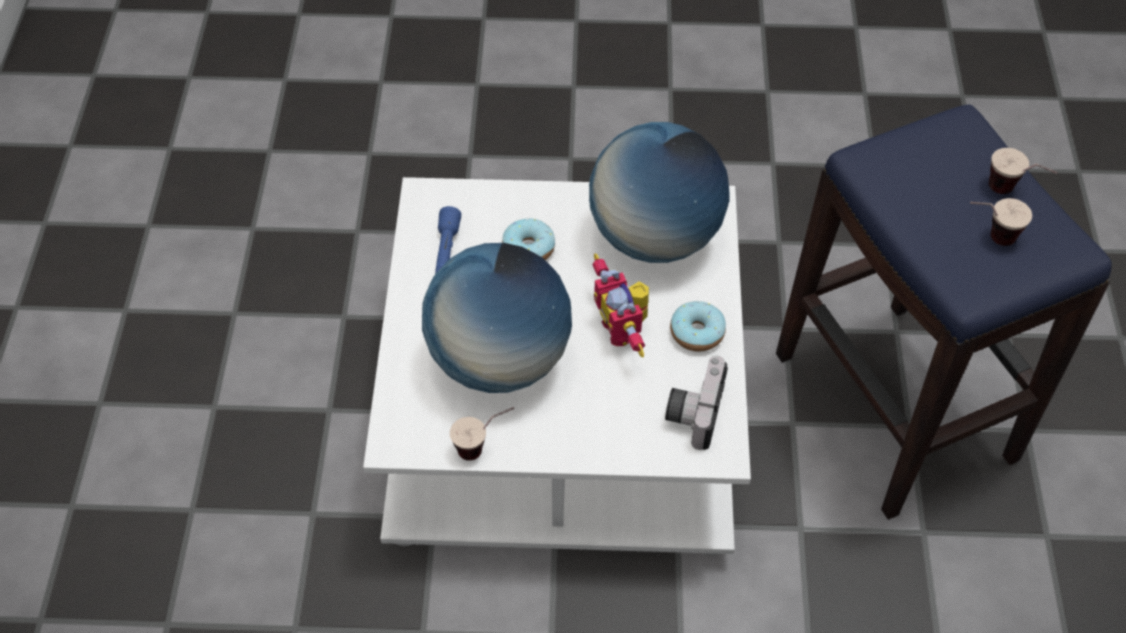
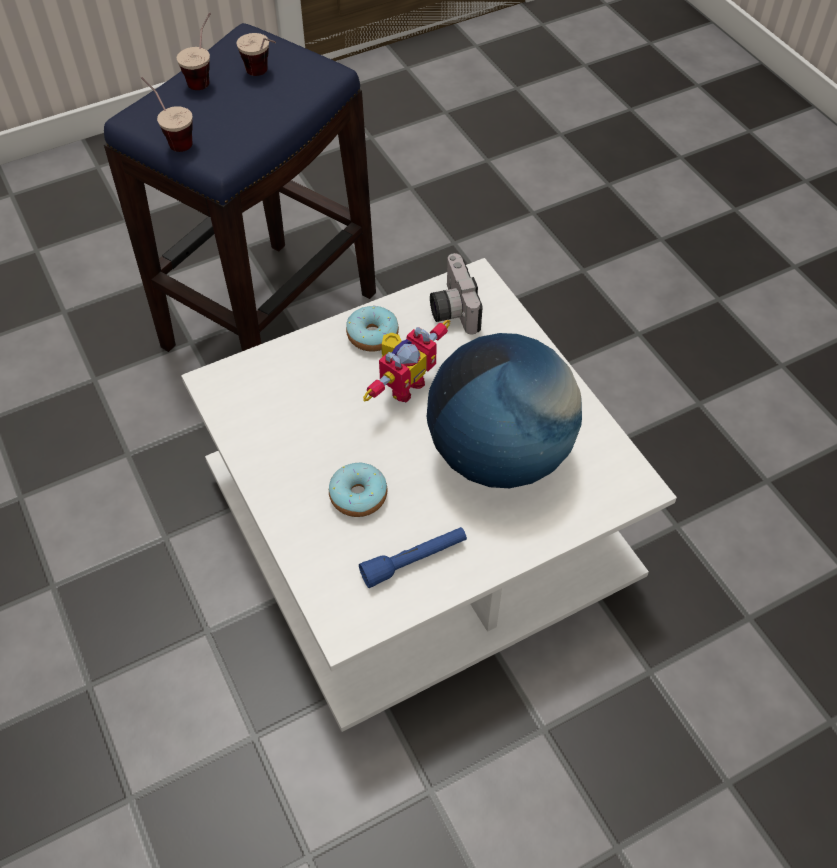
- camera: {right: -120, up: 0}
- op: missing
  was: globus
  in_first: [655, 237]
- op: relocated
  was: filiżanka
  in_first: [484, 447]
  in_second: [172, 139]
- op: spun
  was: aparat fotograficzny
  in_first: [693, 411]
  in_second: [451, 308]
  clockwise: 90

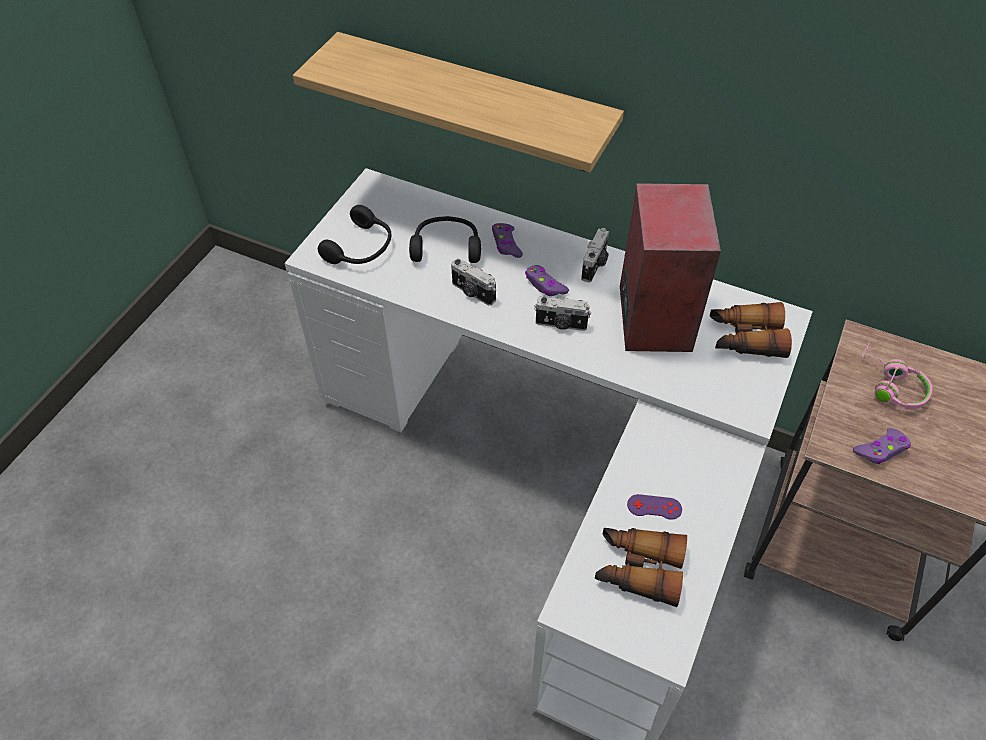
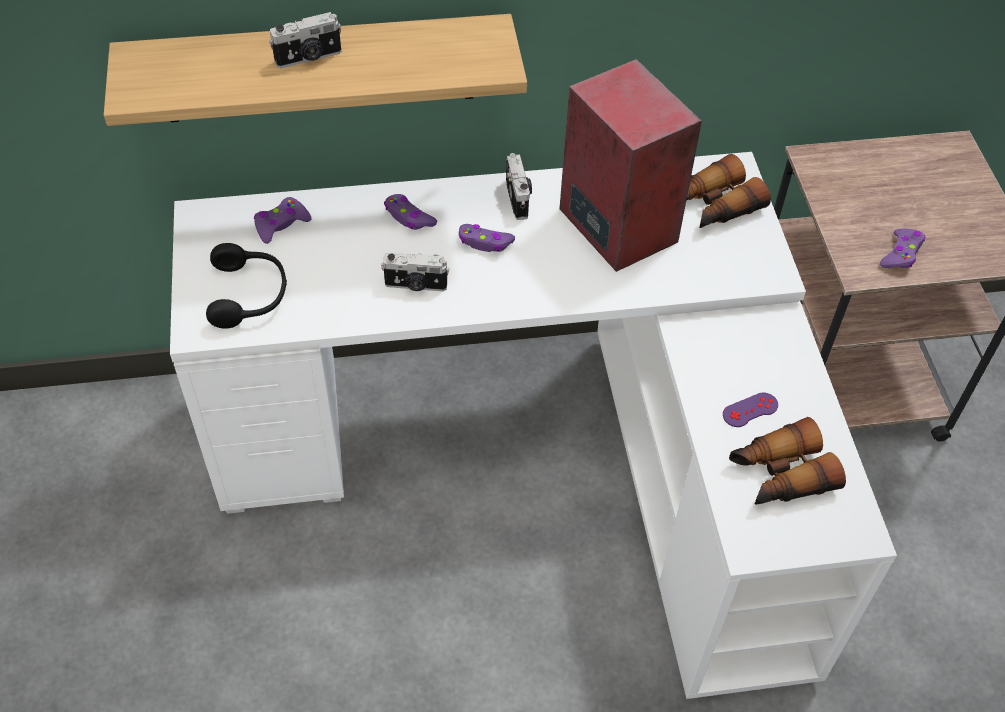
- camera: {right: -35, up: 0}
- op: missing
  was: słuchawki/czarny
  in_first: [446, 247]
- op: missing
  was: słuchawki/różowy
  in_first: [890, 385]
- op: appeared
  now: pad do gier/fioletowy
  in_second: [281, 224]
- op: relocated
  was: aparat fotograficzny
  in_first: [561, 324]
  in_second: [309, 58]

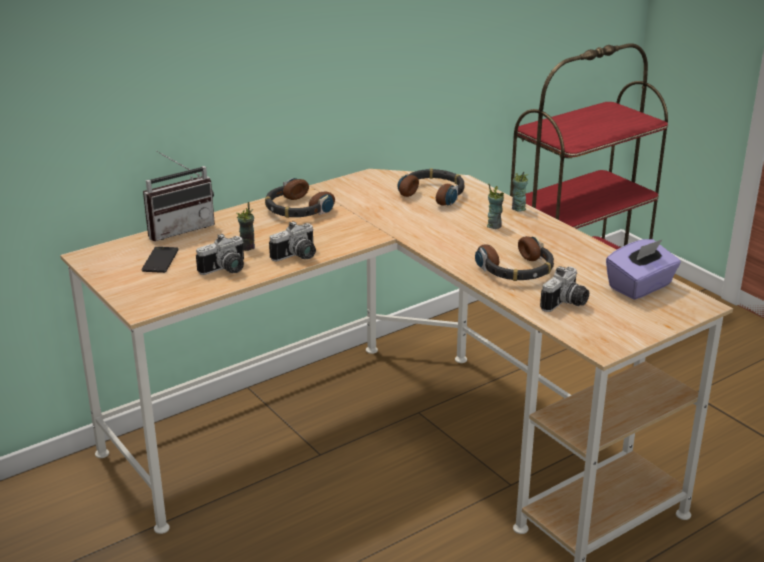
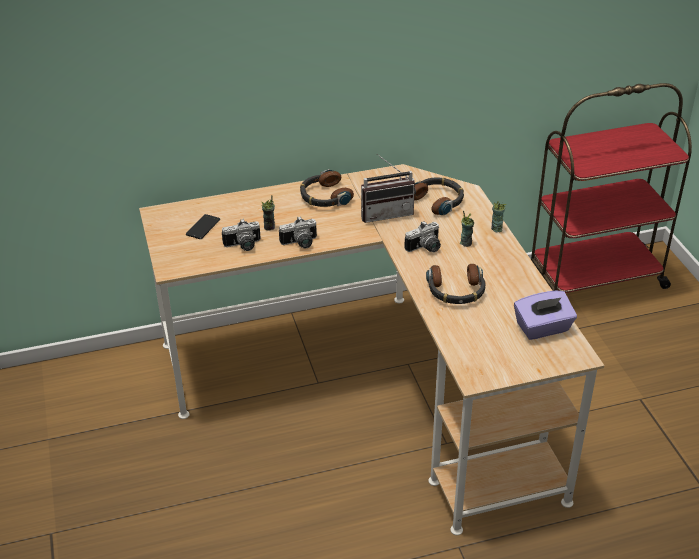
- camera: {right: 20, up: 10}
- op: relocated
  was: radio
  in_first: [179, 229]
  in_second: [386, 213]
- op: relocated
  was: aparat fotograficzny
  in_first: [566, 304]
  in_second: [425, 248]

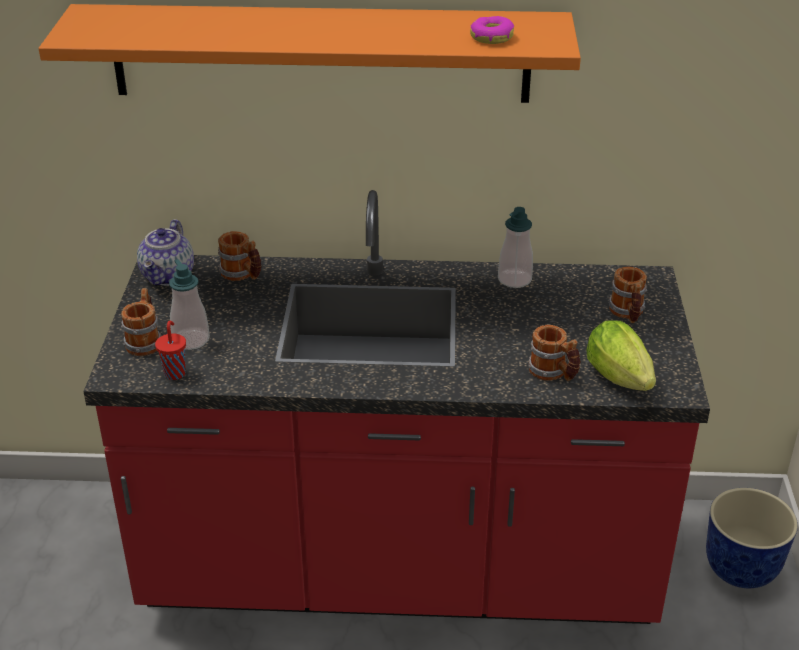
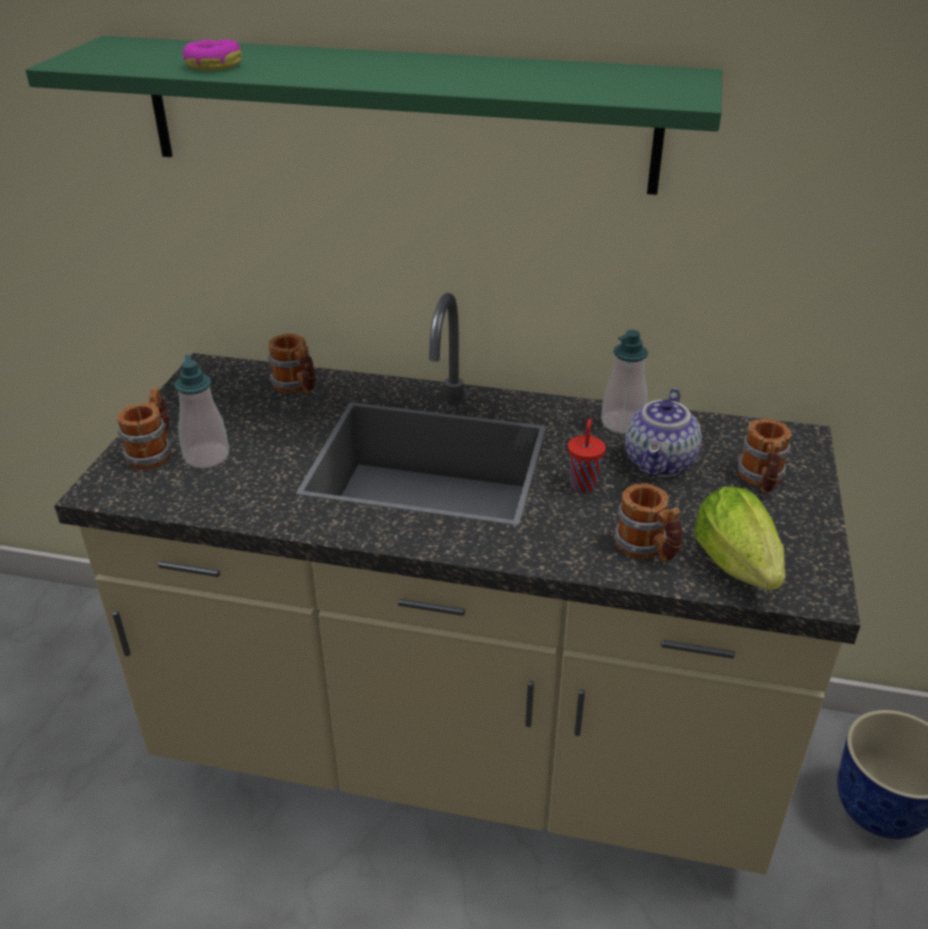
- camera: {right: 10, up: 0}
- op: relocated
  was: imbryk
  in_first: [169, 276]
  in_second: [661, 463]
- op: relocated
  was: filiżanka/czerwony
  in_first: [175, 373]
  in_second: [583, 484]
- op: relocated
  was: donut
  in_first: [491, 37]
  in_second: [213, 65]
- op: colour
  was: półka/pomarańczowy
  now: półka/zielony
  in_first: [321, 53]
  in_second: [396, 114]
- op: colour
  was: zabudowa kuchenna/czerwony
  now: zabudowa kuchenna/beżowy
  in_first: [399, 569]
  in_second: [464, 749]

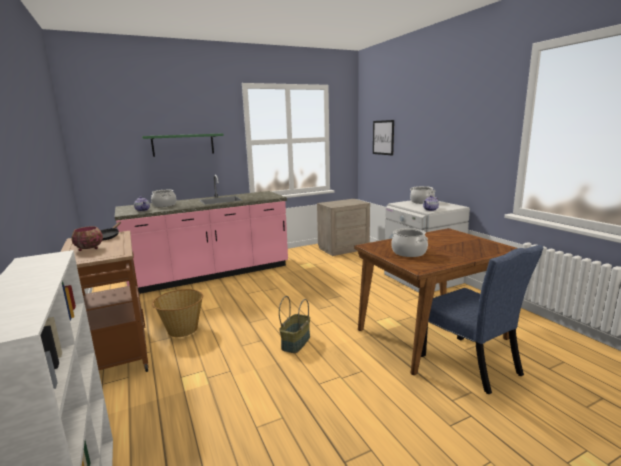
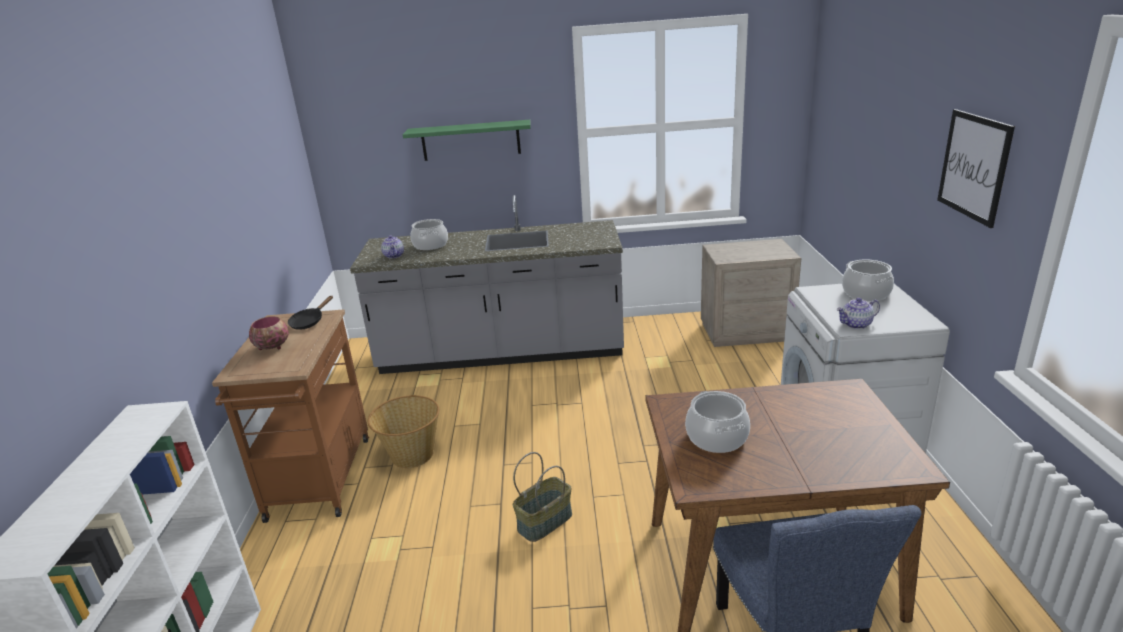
- camera: {right: 25, up: 10}
- op: relocated
  was: obraz
  in_first: [383, 137]
  in_second: [974, 166]
- op: colour
  was: zabudowa kuchenna/różowy
  now: zabudowa kuchenna/szary
  in_first: [211, 274]
  in_second: [502, 353]

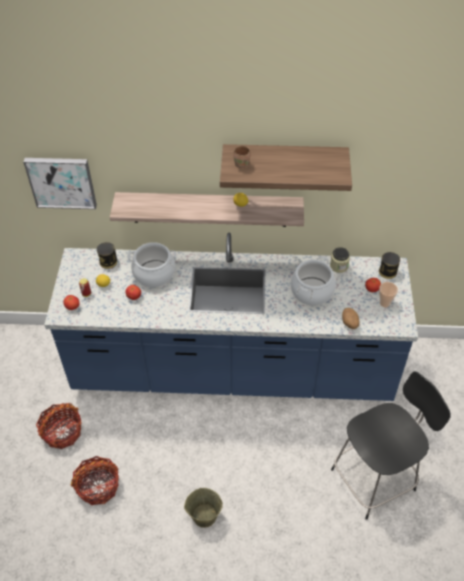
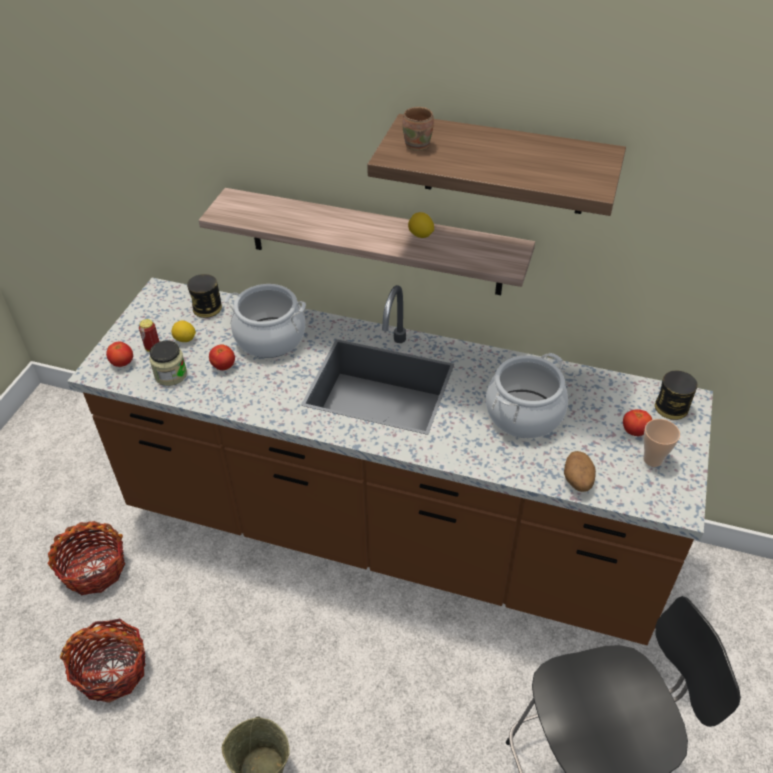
- camera: {right: 15, up: -5}
- op: missing
  was: obraz
  in_first: [61, 181]
- op: relocated
  was: słoik
  in_first: [339, 266]
  in_second: [171, 375]
- op: colour
  was: zabudowa kuchenna/niebieski
  now: zabudowa kuchenna/brązowy
  in_first: [232, 370]
  in_second: [388, 532]

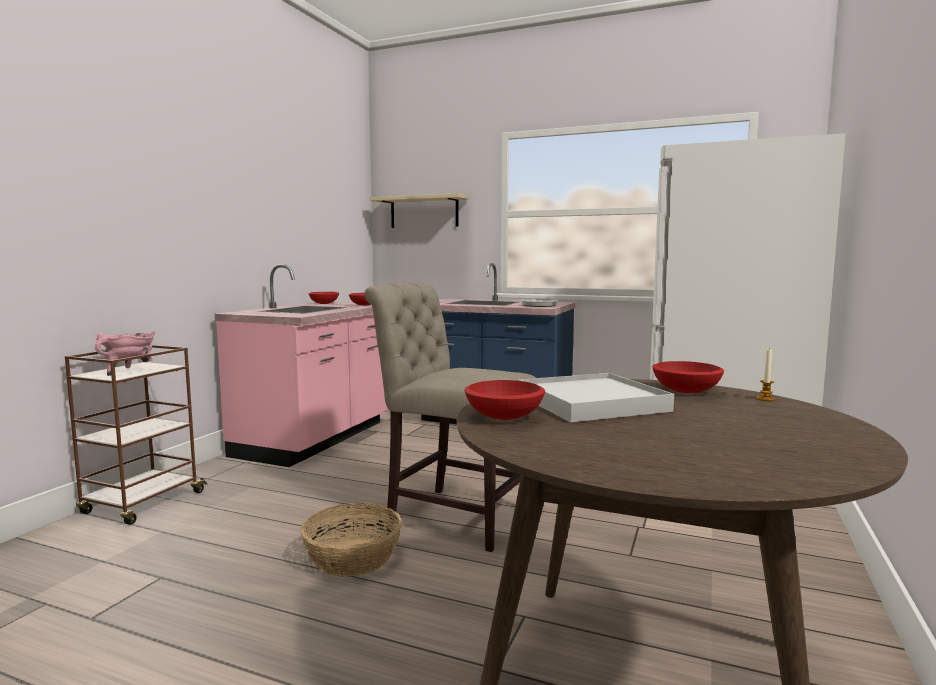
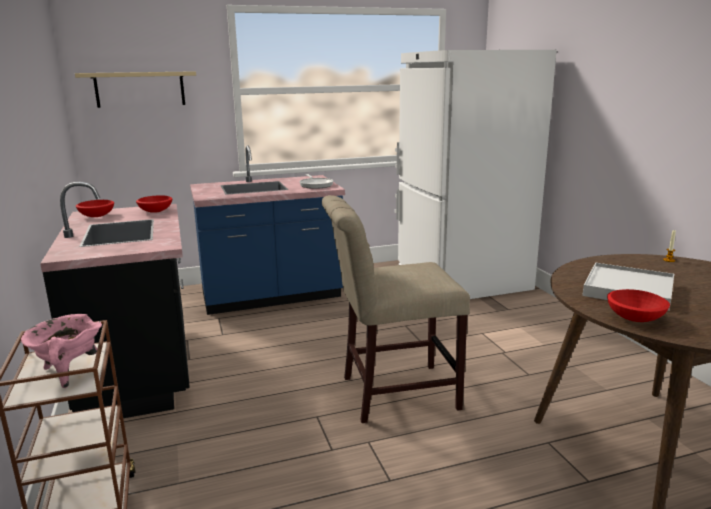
- camera: {right: -40, up: 10}
- op: missing
  was: koszyk
  in_first: [353, 558]
- op: missing
  was: miska/czerwony
  in_first: [685, 391]
- op: colour
  was: zabudowa kuchenna/różowy
  now: zabudowa kuchenna/czarny
  in_first: [317, 439]
  in_second: [141, 368]

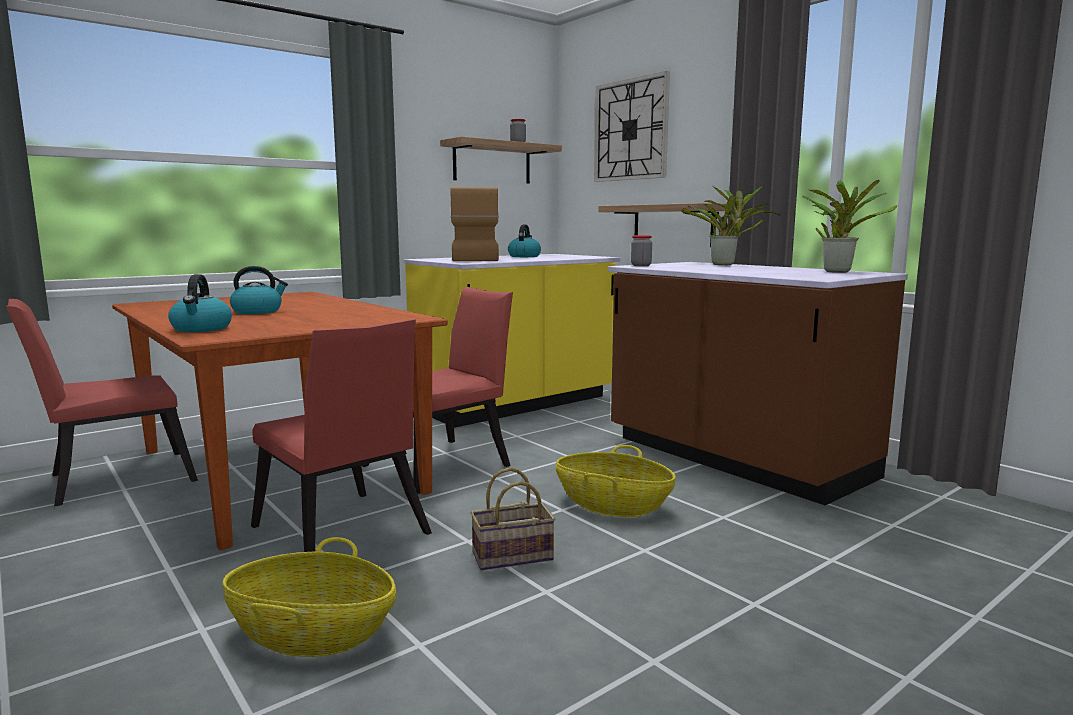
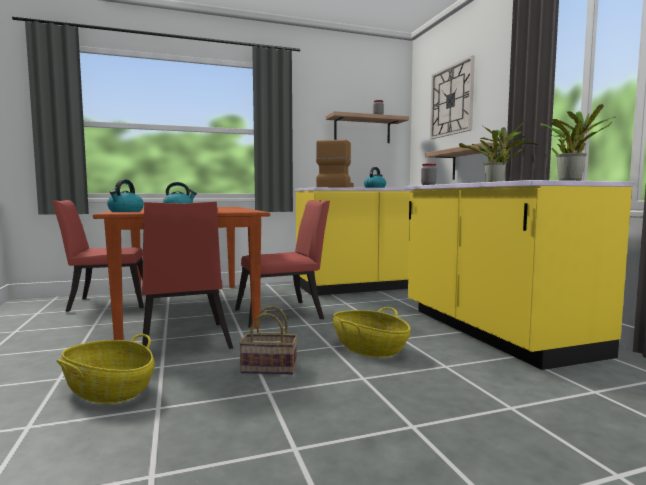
- camera: {right: 20, up: -5}
- op: colour
  was: zabudowa kuchenna/brązowy
  now: zabudowa kuchenna/żółty
  in_first: [735, 458]
  in_second: [493, 331]

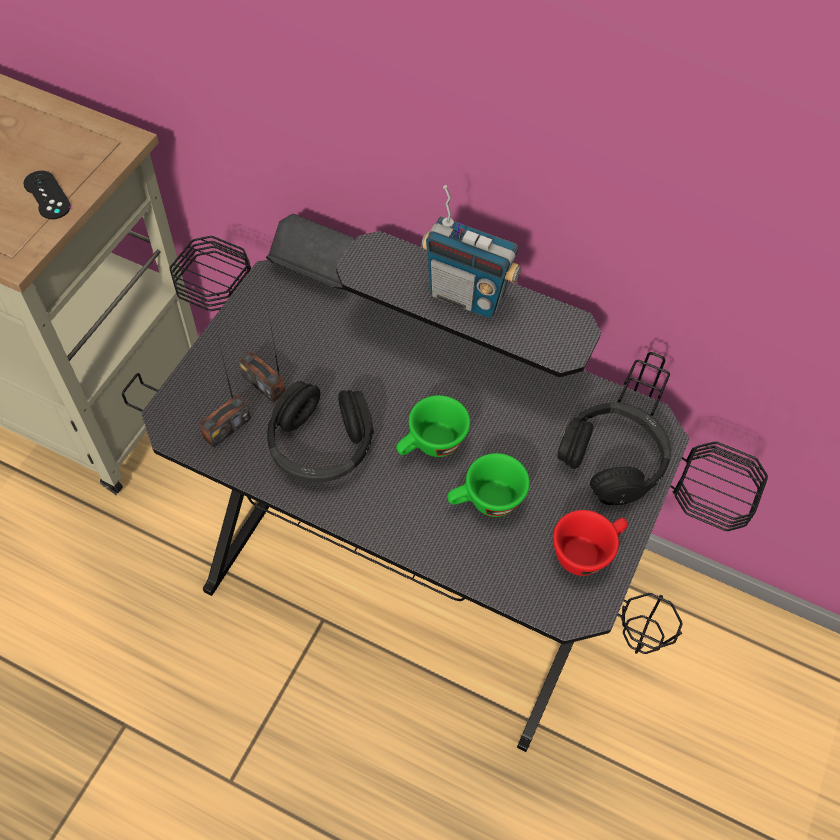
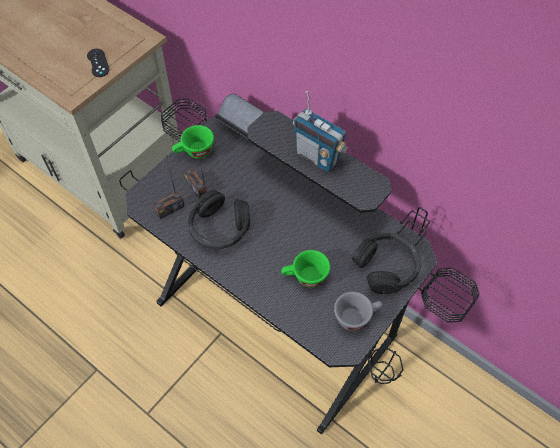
- camera: {right: 15, up: 0}
- op: relocated
  was: filiżanka/zielony
  in_first: [430, 445]
  in_second: [194, 152]
- op: colour
  was: filiżanka/czerwony
  now: filiżanka/szary
  in_first: [586, 551]
  in_second: [356, 316]

